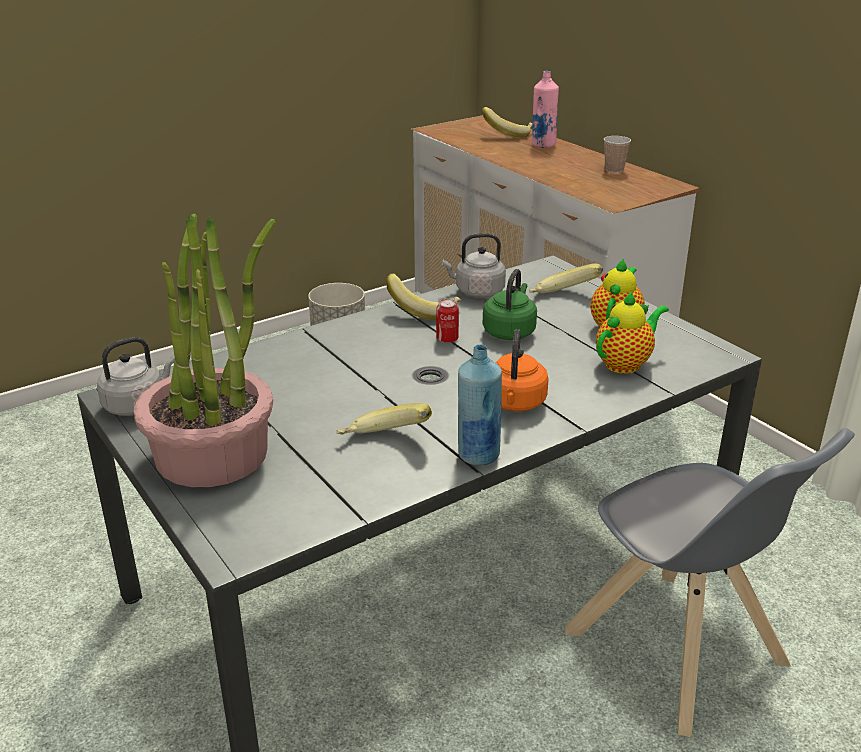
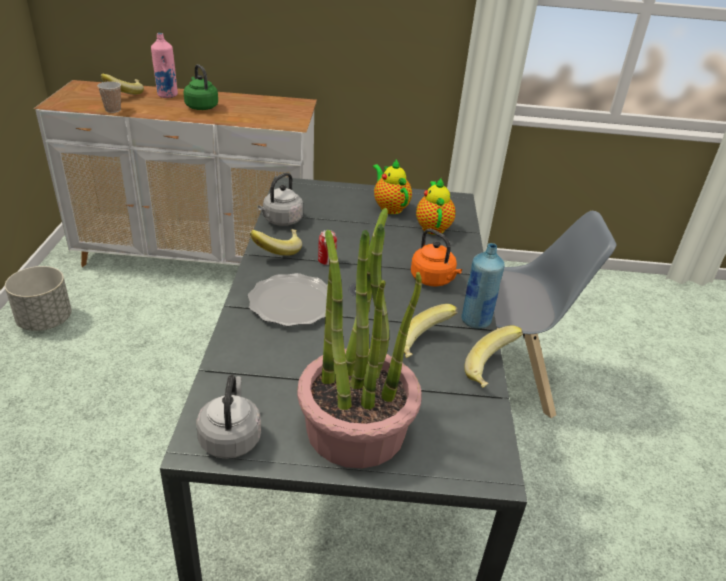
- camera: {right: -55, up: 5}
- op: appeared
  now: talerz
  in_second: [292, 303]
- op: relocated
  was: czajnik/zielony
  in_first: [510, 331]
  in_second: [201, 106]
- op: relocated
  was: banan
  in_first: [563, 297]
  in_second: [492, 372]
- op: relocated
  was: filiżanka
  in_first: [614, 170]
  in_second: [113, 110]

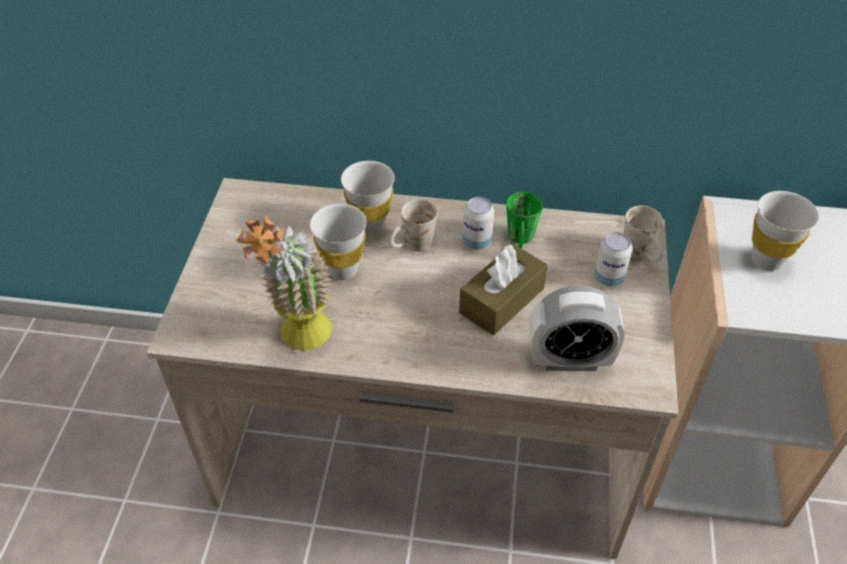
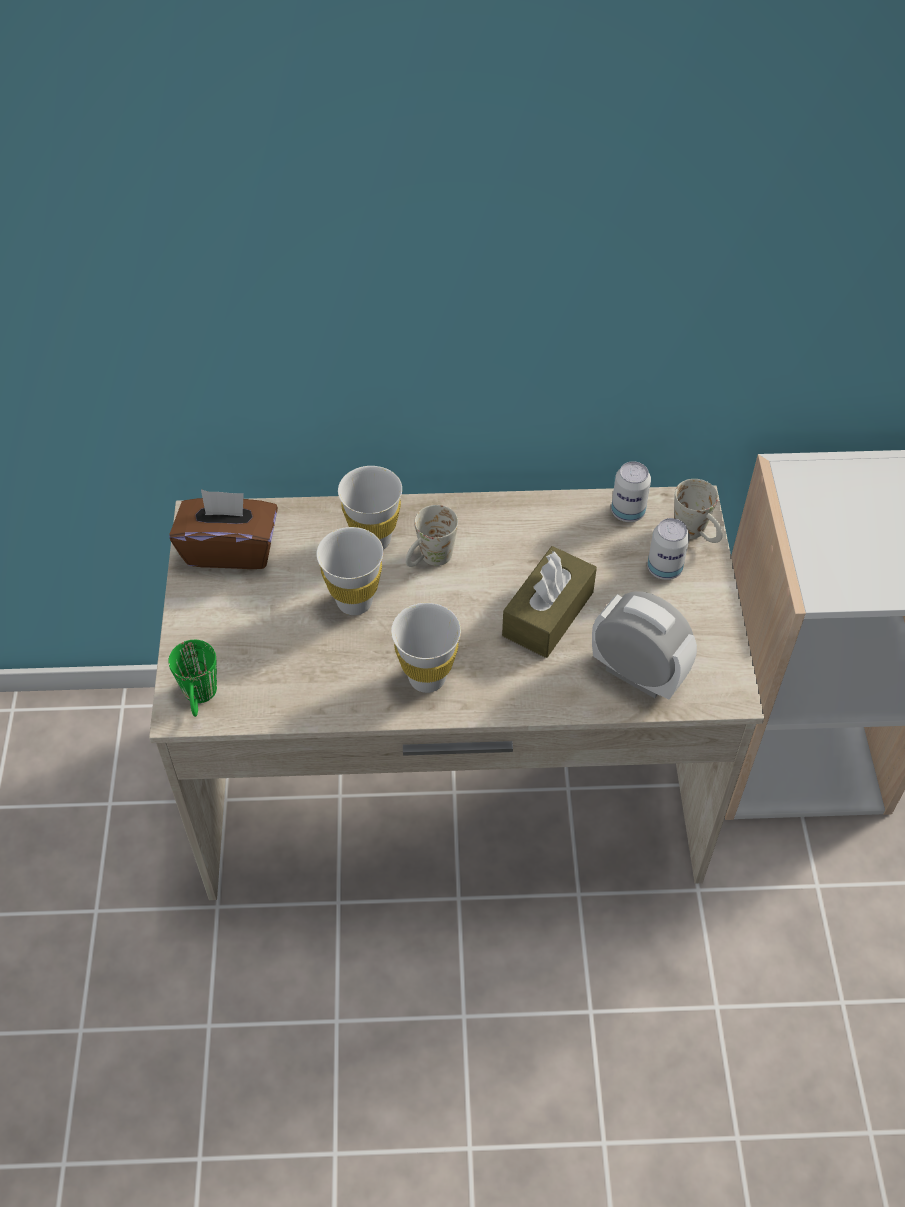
- camera: {right: -10, up: 5}
- op: missing
  was: roślina doniczkowa
  in_first: [300, 341]
- op: appeared
  now: pudełko chusteczek/brązowy
  in_second: [230, 549]
- op: relocated
  was: puszka
  in_first: [476, 242]
  in_second: [627, 512]
- op: relocated
  was: kubek/zielony
  in_first: [521, 241]
  in_second: [200, 699]
- op: relocated
  was: filiżanka/biały
  in_first: [766, 260]
  in_second: [427, 678]
- op: spun
  was: budzik
  in_first: [569, 360]
  in_second: [637, 674]
  clockwise: -135

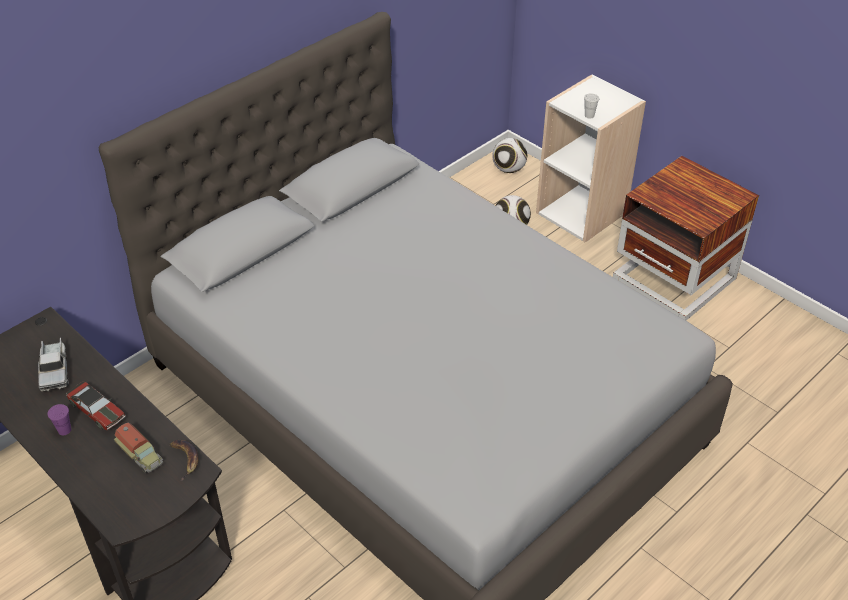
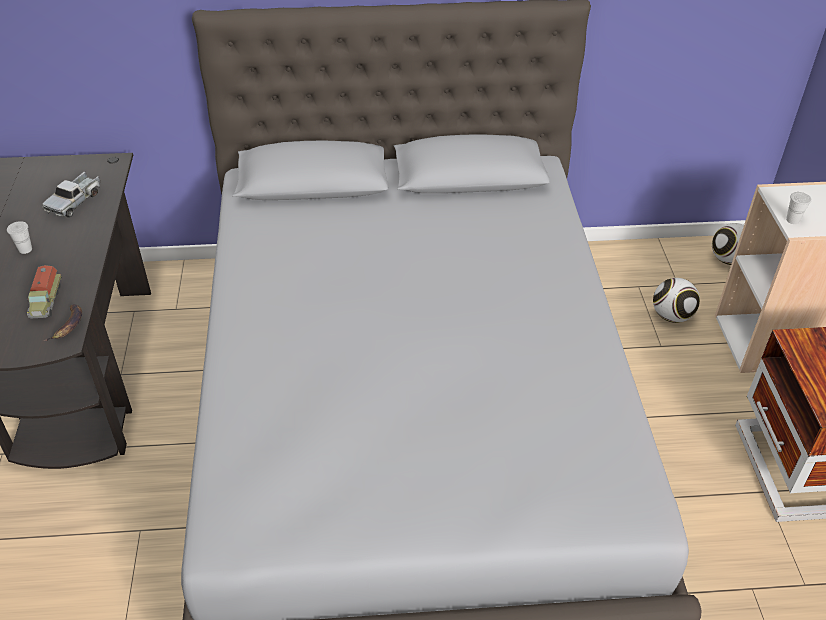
- camera: {right: 40, up: 0}
- op: missing
  was: samochodzik
  in_first: [97, 411]
- op: colour
  was: filiżanka/fioletowy
  now: filiżanka/biały
  in_first: [64, 430]
  in_second: [25, 249]

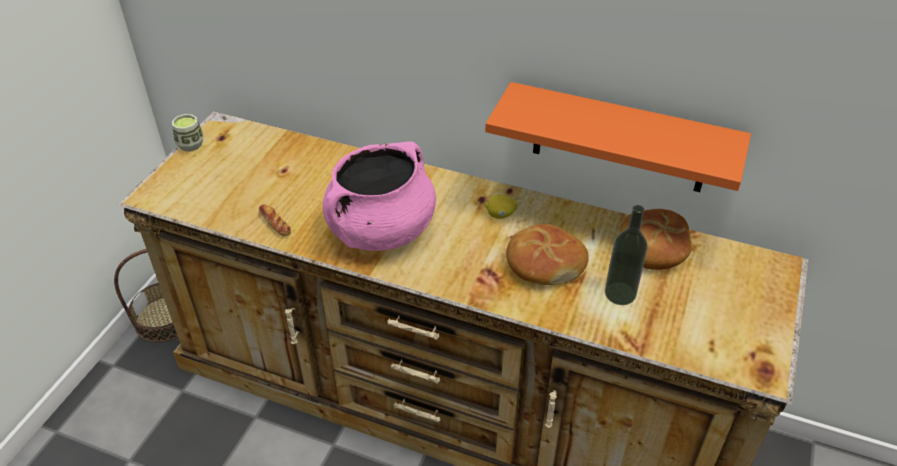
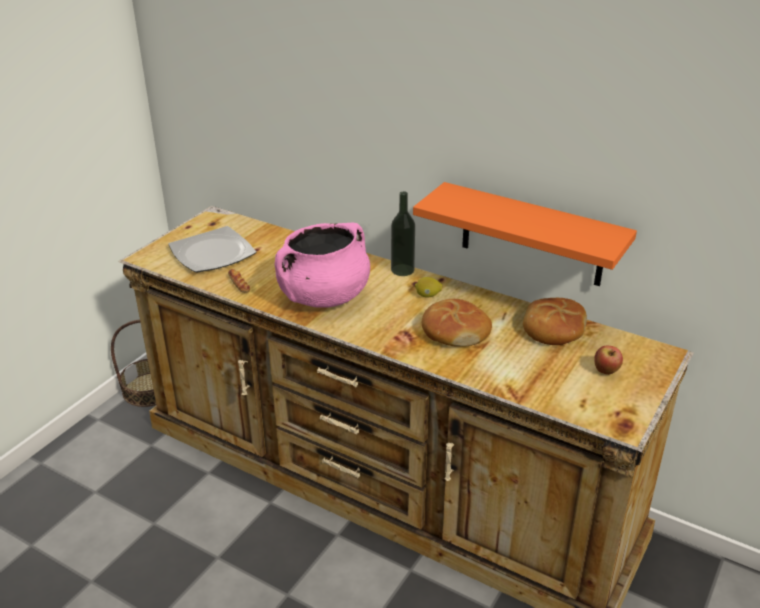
- camera: {right: 10, up: -10}
- op: missing
  was: filiżanka
  in_first: [190, 144]
- op: appeared
  now: talerz
  in_second: [212, 254]
- op: appeared
  now: jabłko
  in_second: [606, 371]
- op: relocated
  was: butelka
  in_first: [620, 293]
  in_second: [402, 270]

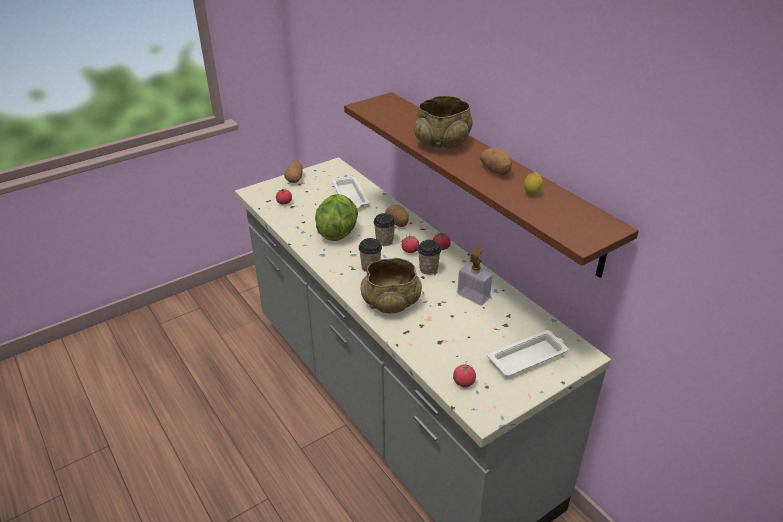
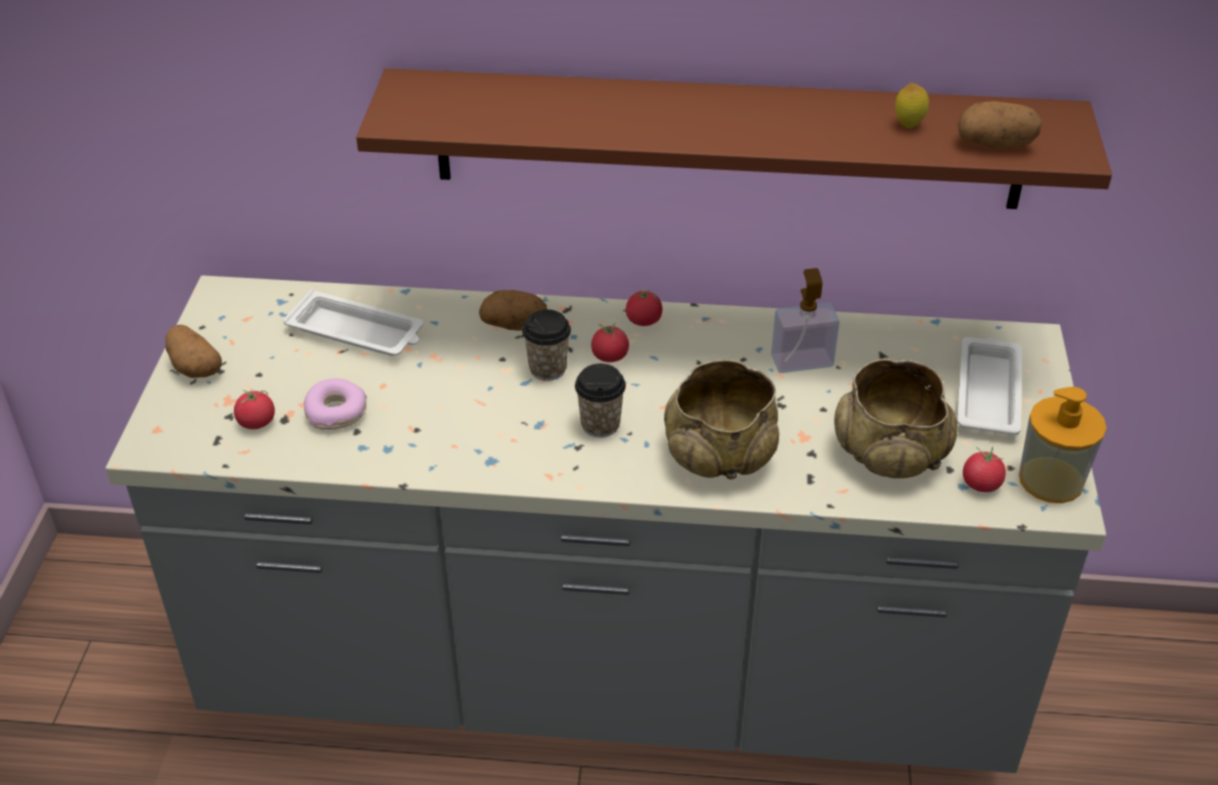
- camera: {right: -50, up: 5}
- op: missing
  was: sałata
  in_first: [337, 232]
- op: missing
  was: filiżanka
  in_first: [428, 269]
- op: appeared
  now: donut
  in_second: [336, 412]
- op: appeared
  now: dozownik mydła
  in_second: [1051, 480]
- op: relocated
  was: miska/beżowy
  in_first: [442, 143]
  in_second: [890, 452]
- op: relocated
  was: ziemniak
  in_first: [496, 171]
  in_second: [995, 144]

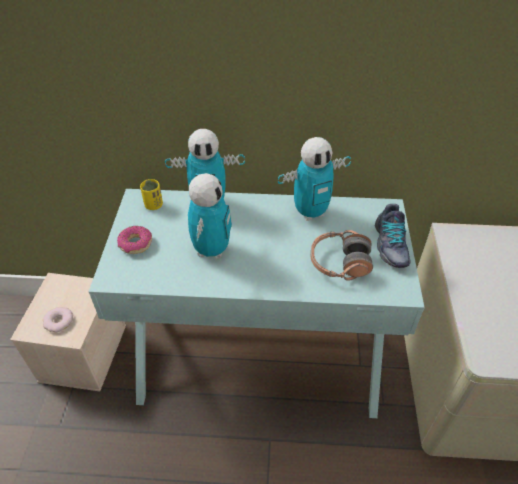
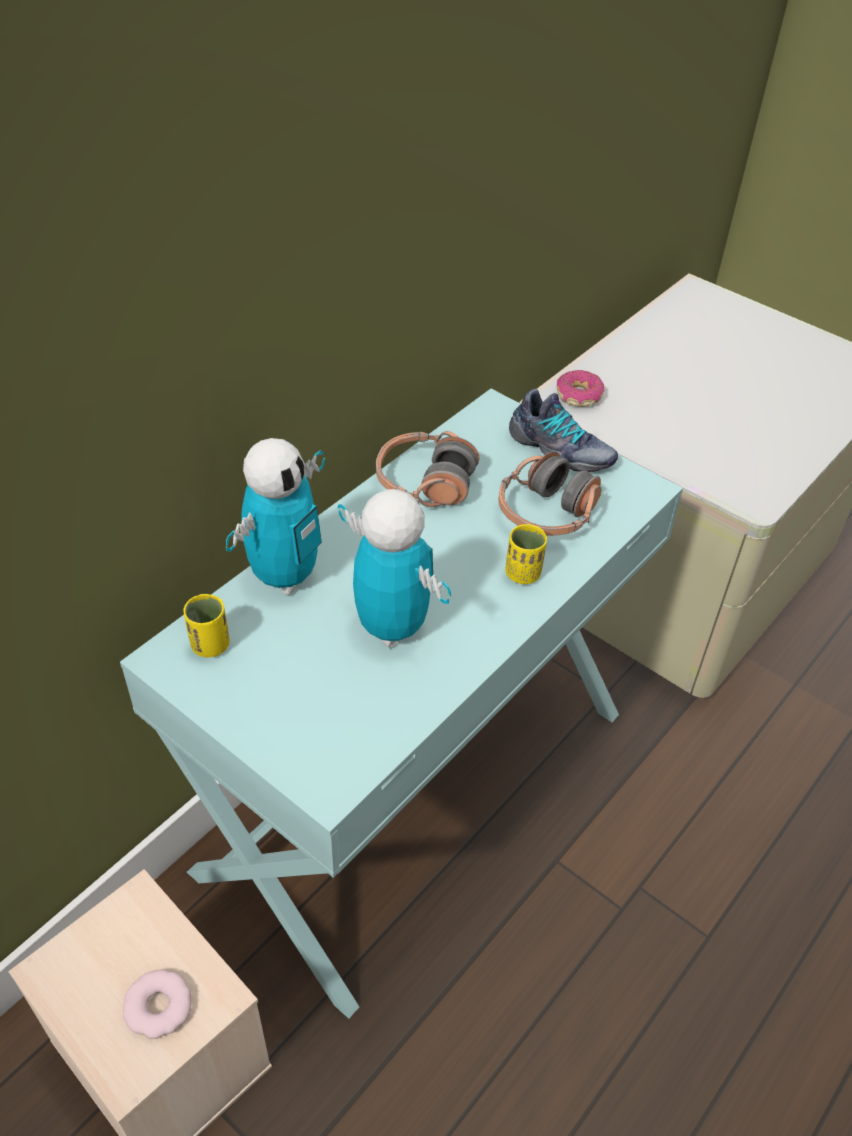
- camera: {right: -55, up: 0}
- op: appeared
  now: filiżanka/żółty
  in_second: [523, 574]
- op: relocated
  was: donut
  in_first: [135, 244]
  in_second: [578, 396]
- op: exchanged
  was: robot zabawkowy
  now: słuchawki
  in_first: [310, 212]
  in_second: [425, 482]

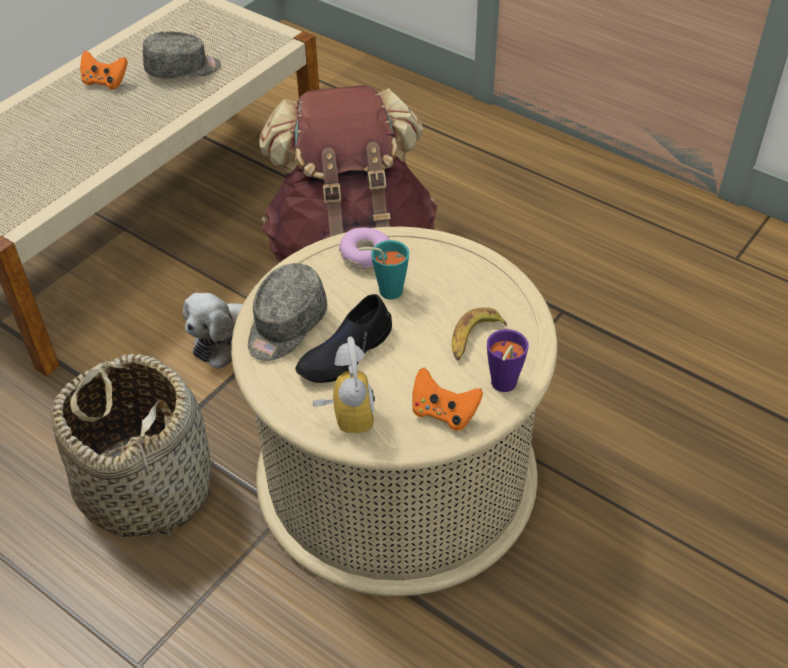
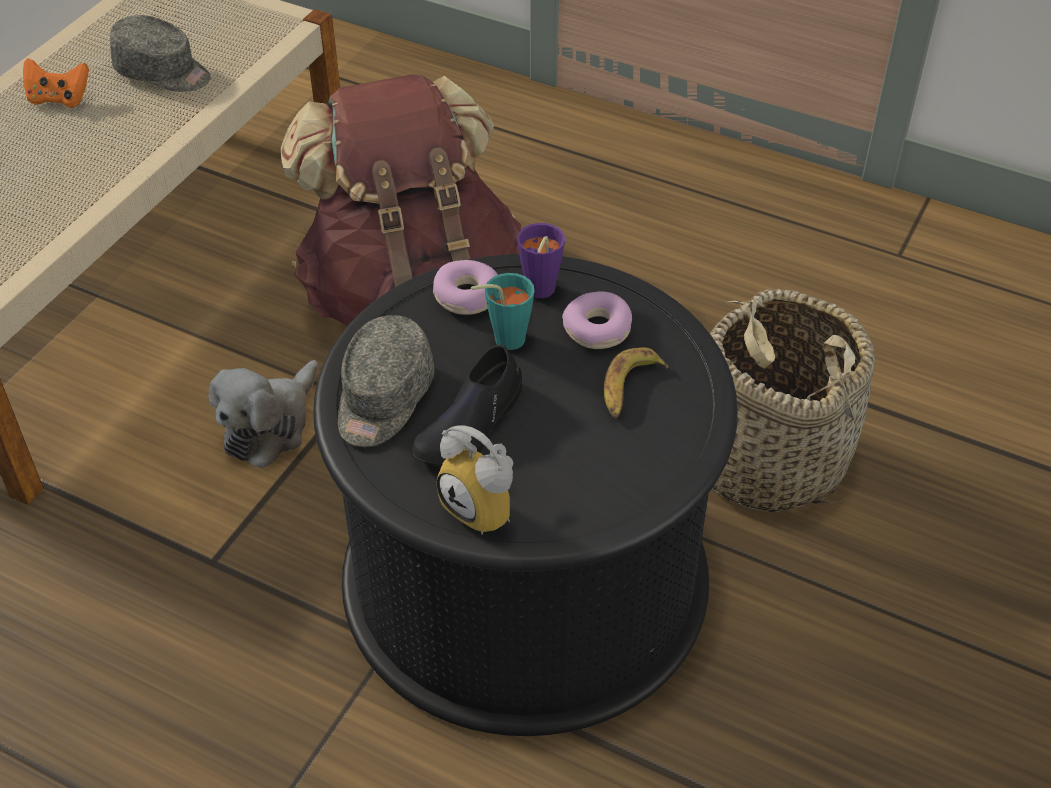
- camera: {right: -10, up: 0}
- op: missing
  was: pad do gier/pomarańczowy
  in_first: [443, 413]
- op: appeared
  now: donut
  in_second: [597, 329]
- op: relocated
  was: koszyk
  in_first: [147, 487]
  in_second: [765, 457]
- op: relocated
  was: filiżanka/fioletowy
  in_first: [501, 386]
  in_second: [538, 293]
- op: colour
  was: ława/beżowy
  now: ława/czarny
  in_first: [396, 472]
  in_second: [525, 575]
- op: spun
  was: czapka z daszkiem/szary
  in_first: [183, 69]
  in_second: [163, 73]
  clockwise: 45
- op: spun
  was: budzik
  in_first: [344, 416]
  in_second: [486, 507]
  clockwise: 150

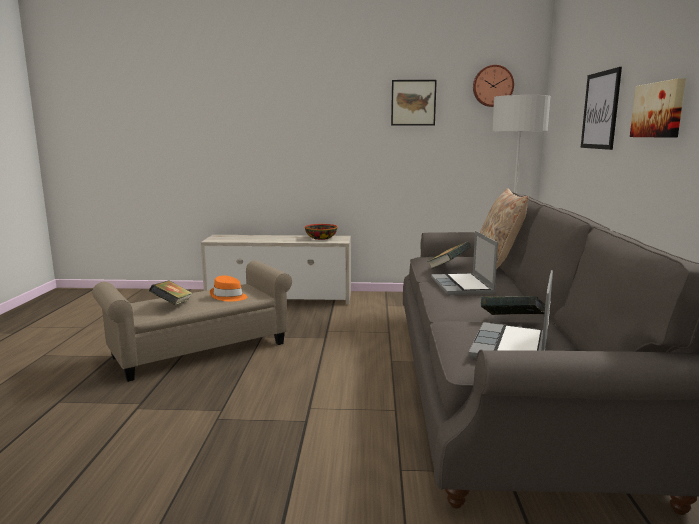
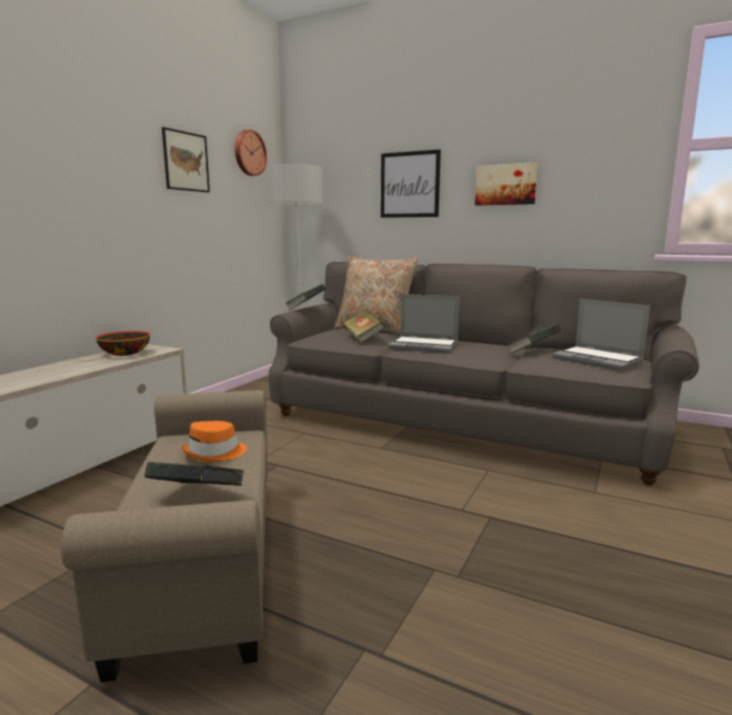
- camera: {right: -65, up: 0}
- op: appeared
  now: książka
  in_second: [306, 308]

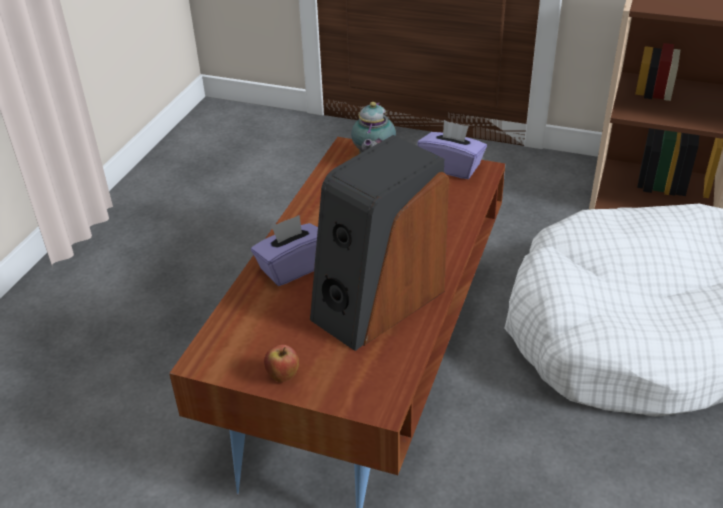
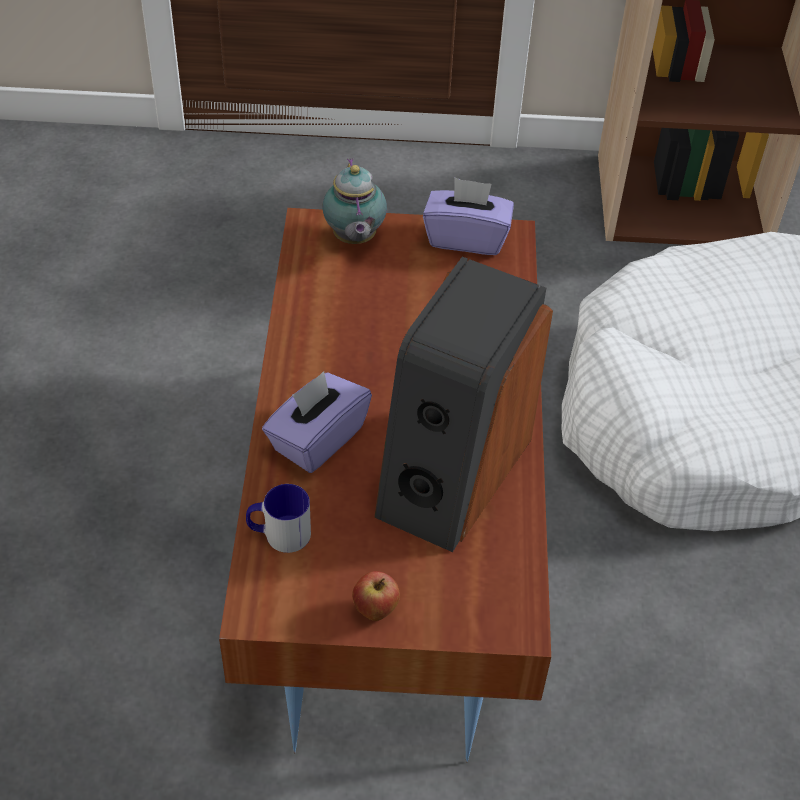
- camera: {right: -20, up: 10}
- op: appeared
  now: kubek
  in_second: [279, 534]

